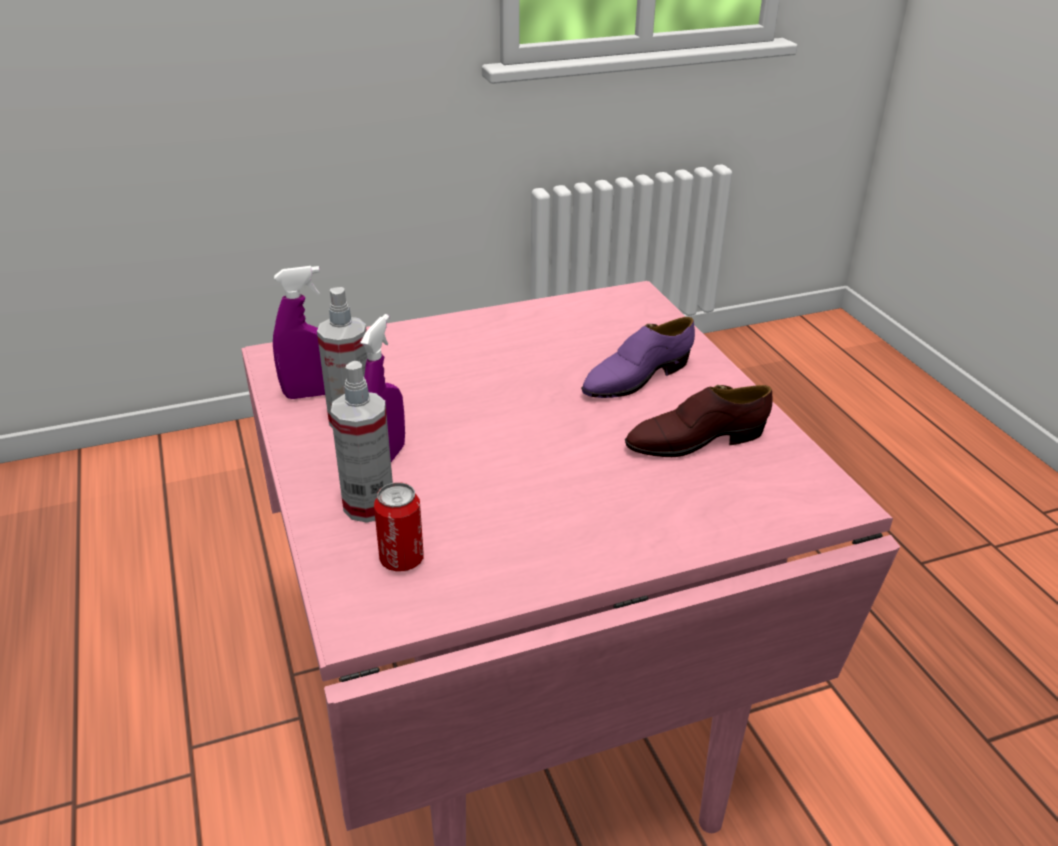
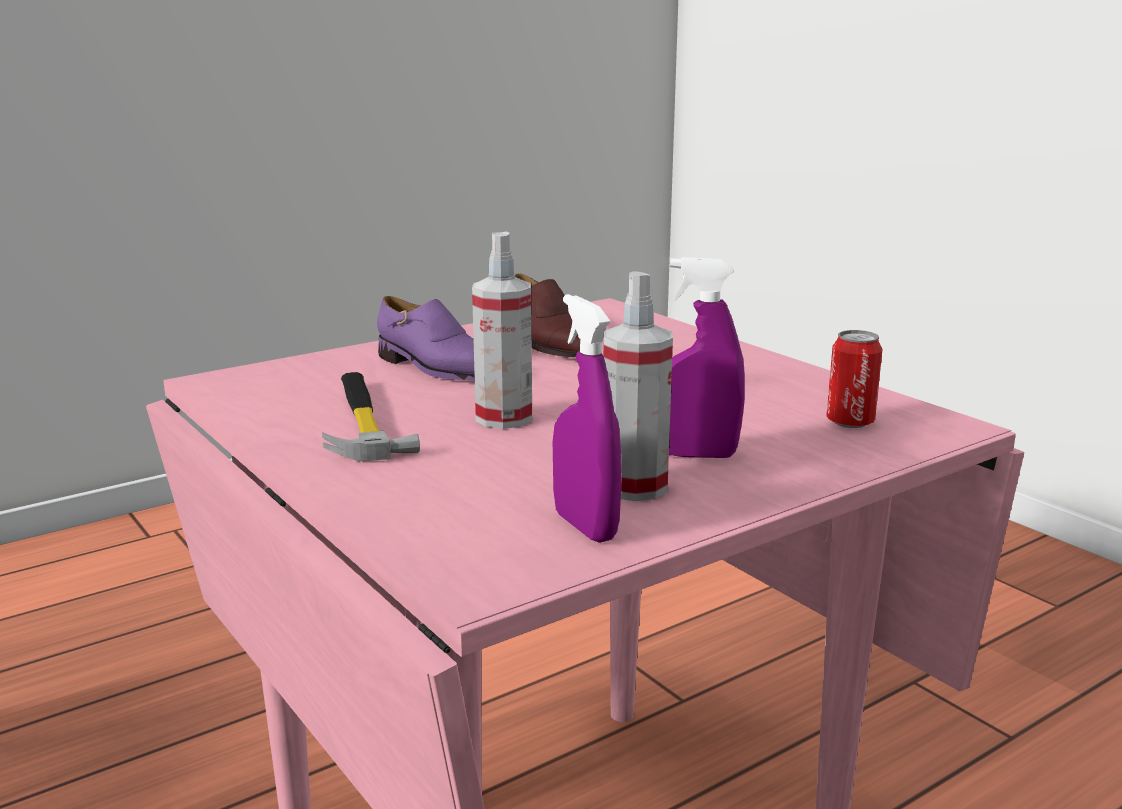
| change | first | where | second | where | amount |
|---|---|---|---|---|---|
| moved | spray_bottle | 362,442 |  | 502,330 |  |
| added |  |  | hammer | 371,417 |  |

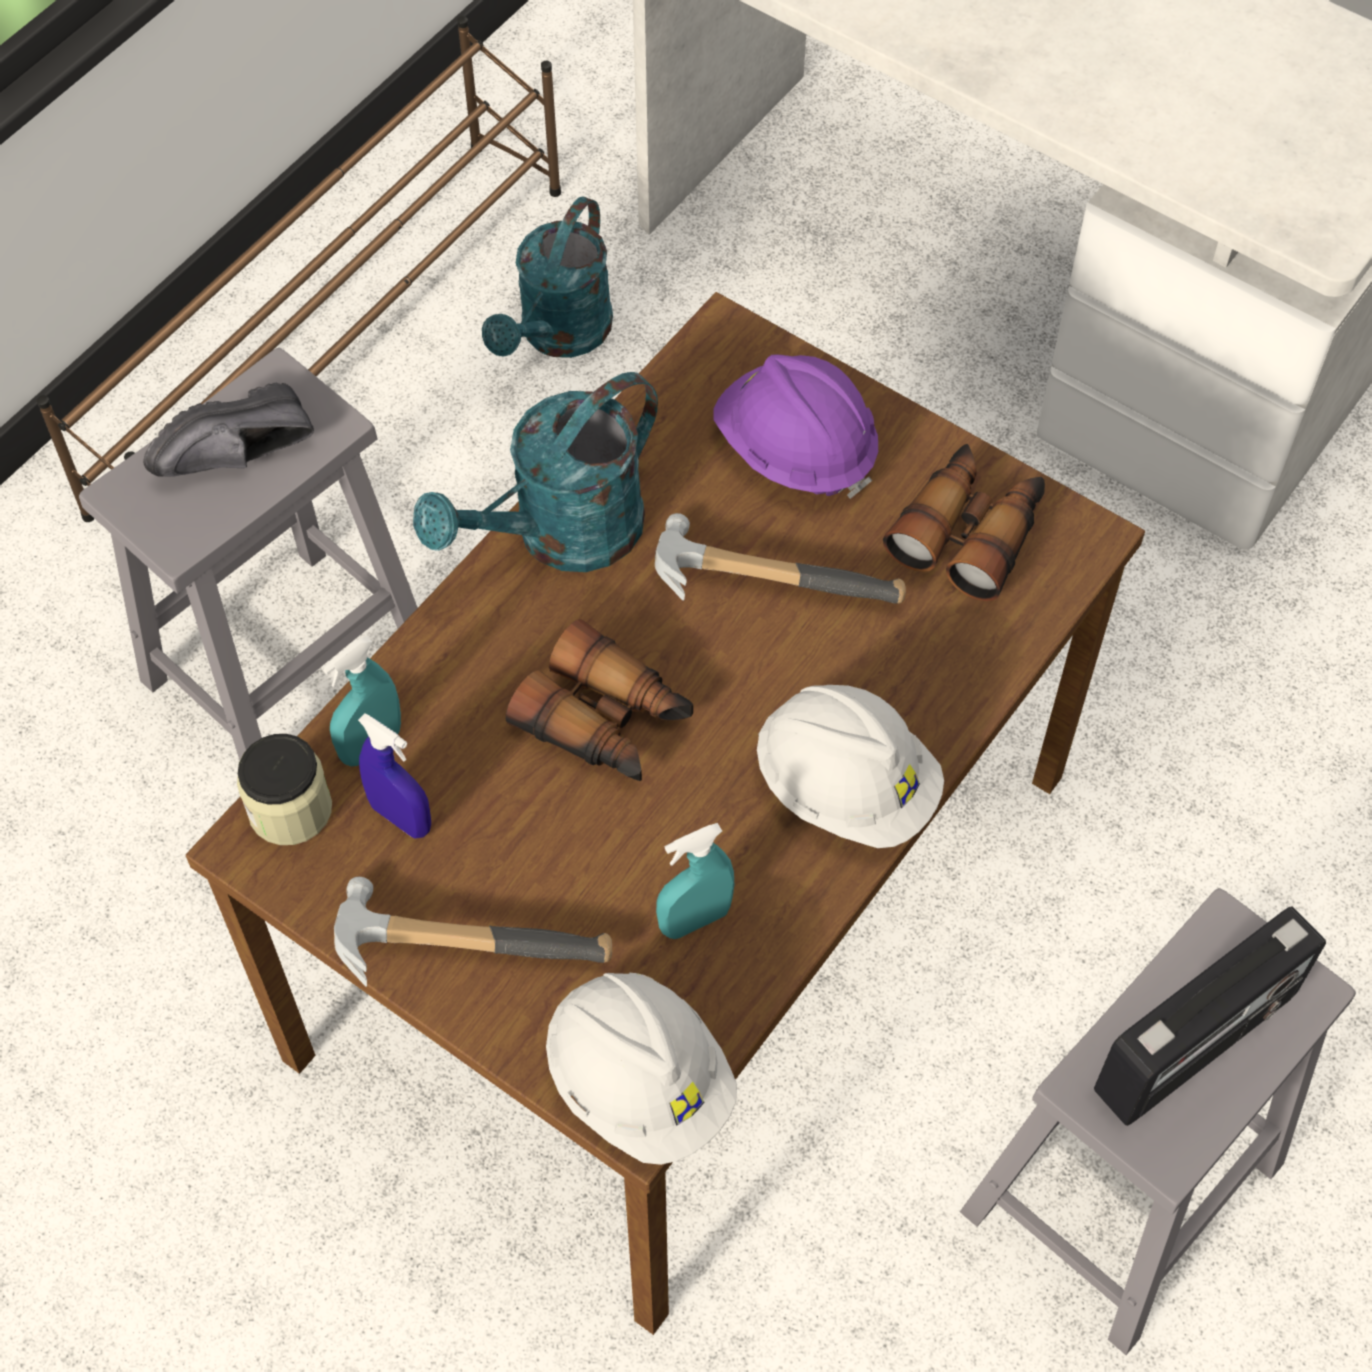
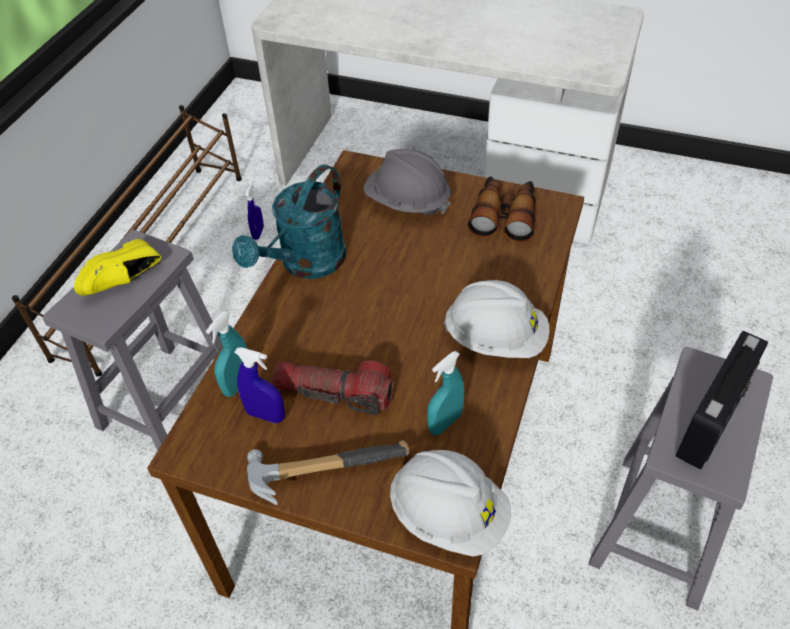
| change | first | where | second | where | amount |
|---|---|---|---|---|---|
| recoloured | black_shoe | 228,430 | yellow_shoe | 117,267 |  |
| removed | jar | 284,789 |  |  |  |
| replaced | turquoise_watering_can | 547,277 | blue_spray_bottle | 254,211 |  |
| removed | binoculars | 599,700 |  |  |  |
| removed | hammer | 780,558 |  |  |  |
| recoloured | purple_hard_hat | 795,427 | grey_hard_hat | 407,182 |  |
| added |  |  | flashlight | 332,388 |  |

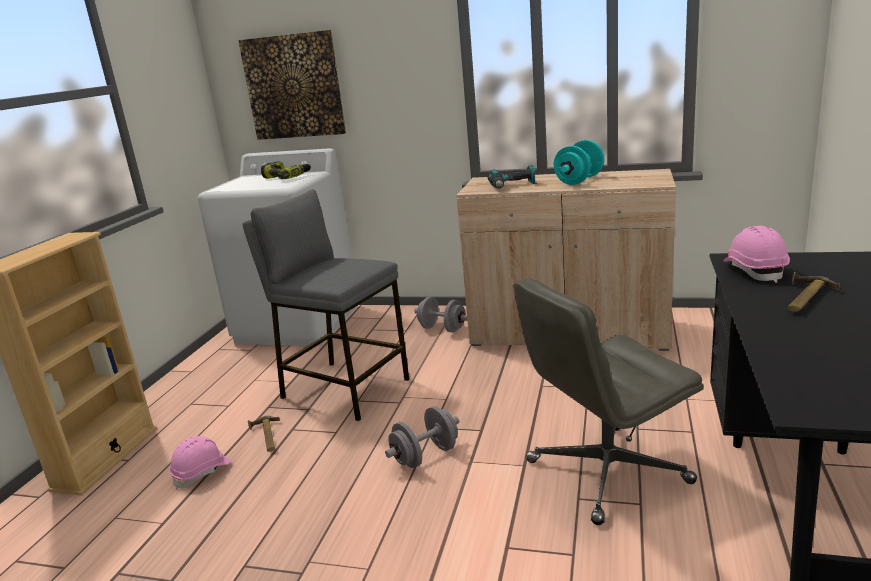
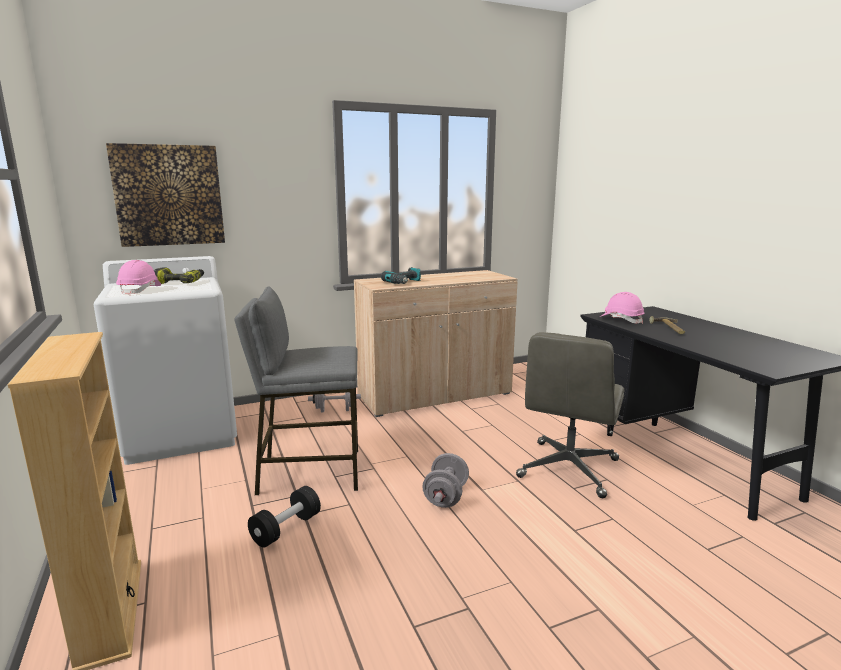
| change | first | where | second | where | amount |
|---|---|---|---|---|---|
| moved | pink_hard_hat | 201,462 |  | 138,277 |  |
| replaced | hammer | 264,434 | black_dumbbell | 284,517 |  |
| removed | turquoise_dumbbell | 579,162 |  |  |  |

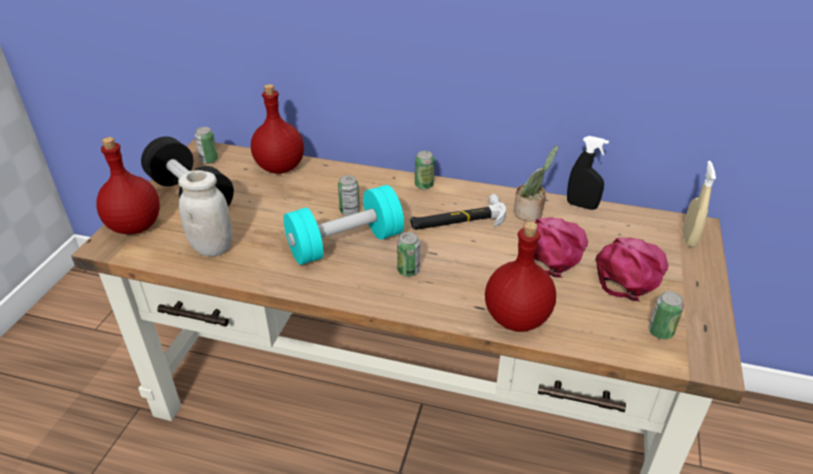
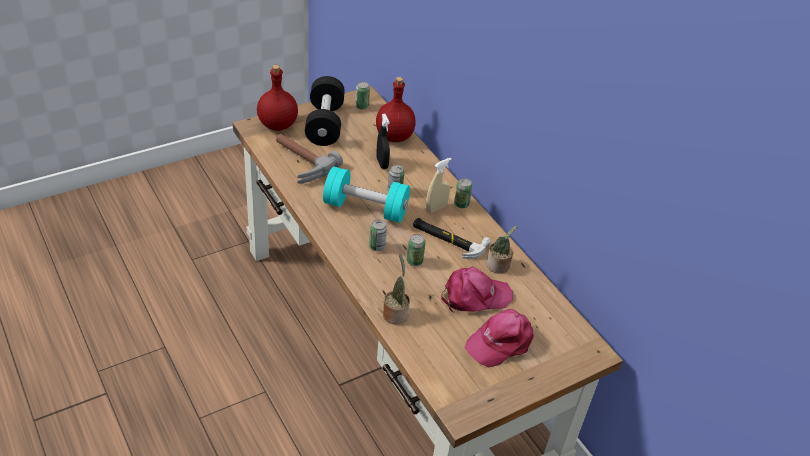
| change | first | where | second | where | amount |
|---|---|---|---|---|---|
| replaced | white_jar | 205,213 | hammer | 309,159 |  |
| replaced | red_bottle | 520,277 | potted_plant | 396,289 |  |
| moved | black_spray_bottle | 588,173 |  | 383,141 |  |
| turned | pink_cap | 632,269 |  | 499,338 | 150 degrees clockwise |
| moved | can | 666,315 |  | 416,250 |  |
| moved | beige_spray_bottle | 699,204 |  | 439,185 |  |

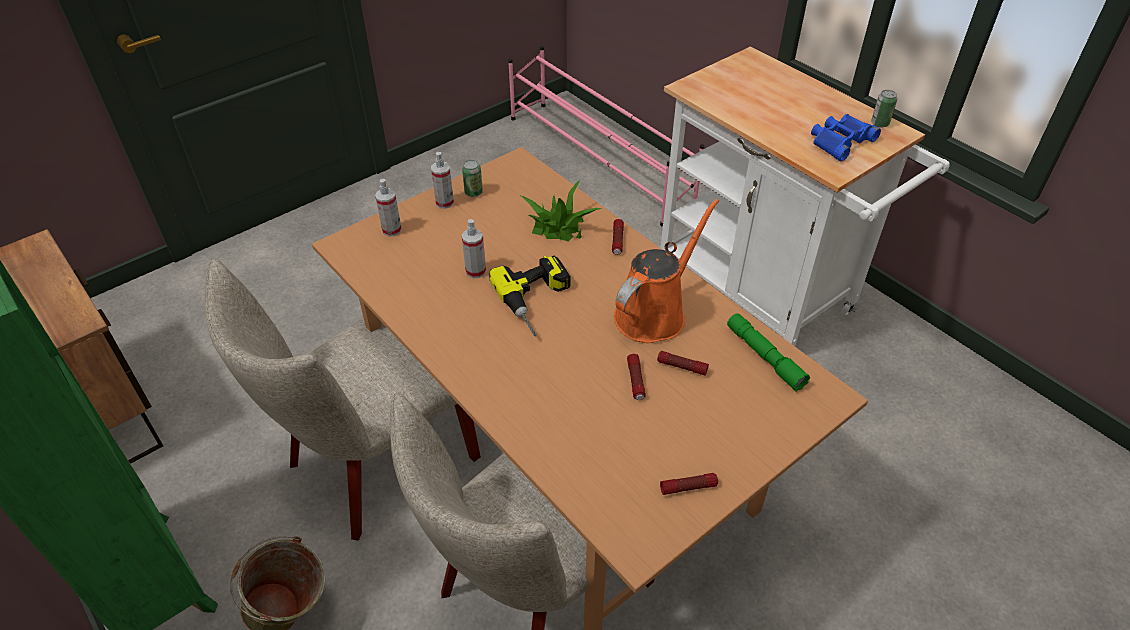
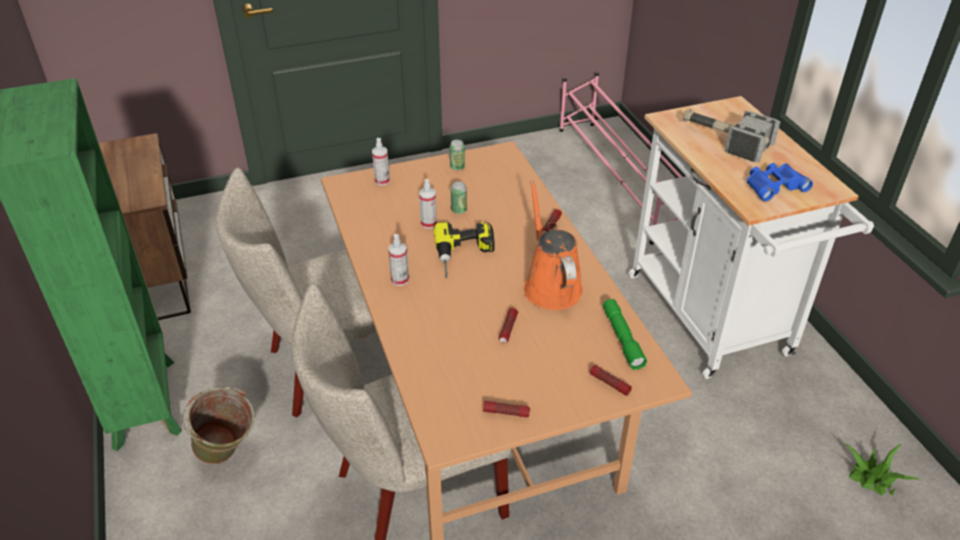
| change | first | where | second | where | amount |
|---|---|---|---|---|---|
| moved | spray_bottle | 442,180 |  | 398,260 |  |
| moved | potted_plant | 561,211 |  | 883,469 |  |
| turned | orange_watering_can | 666,270 |  | 553,245 | 75 degrees counterclockwise |
| moved | flashlight | 683,363 |  | 611,380 |  |
| moved | can | 884,109 |  | 459,198 |  |
| added |  |  | hammer | 731,135 |  |

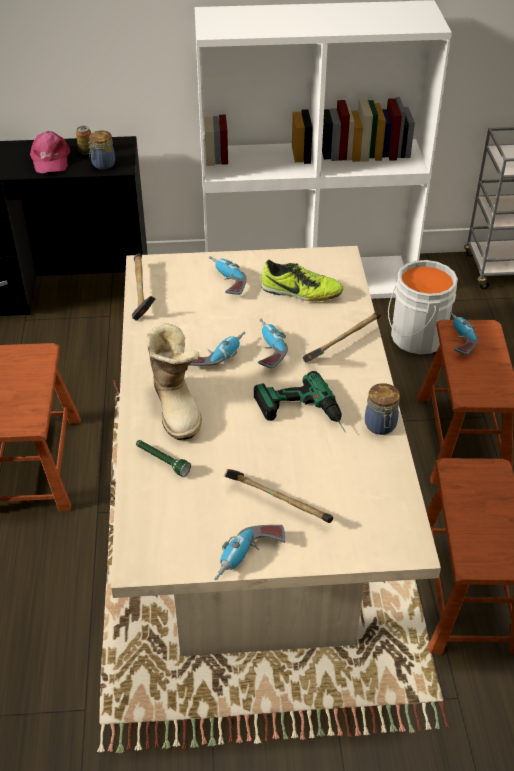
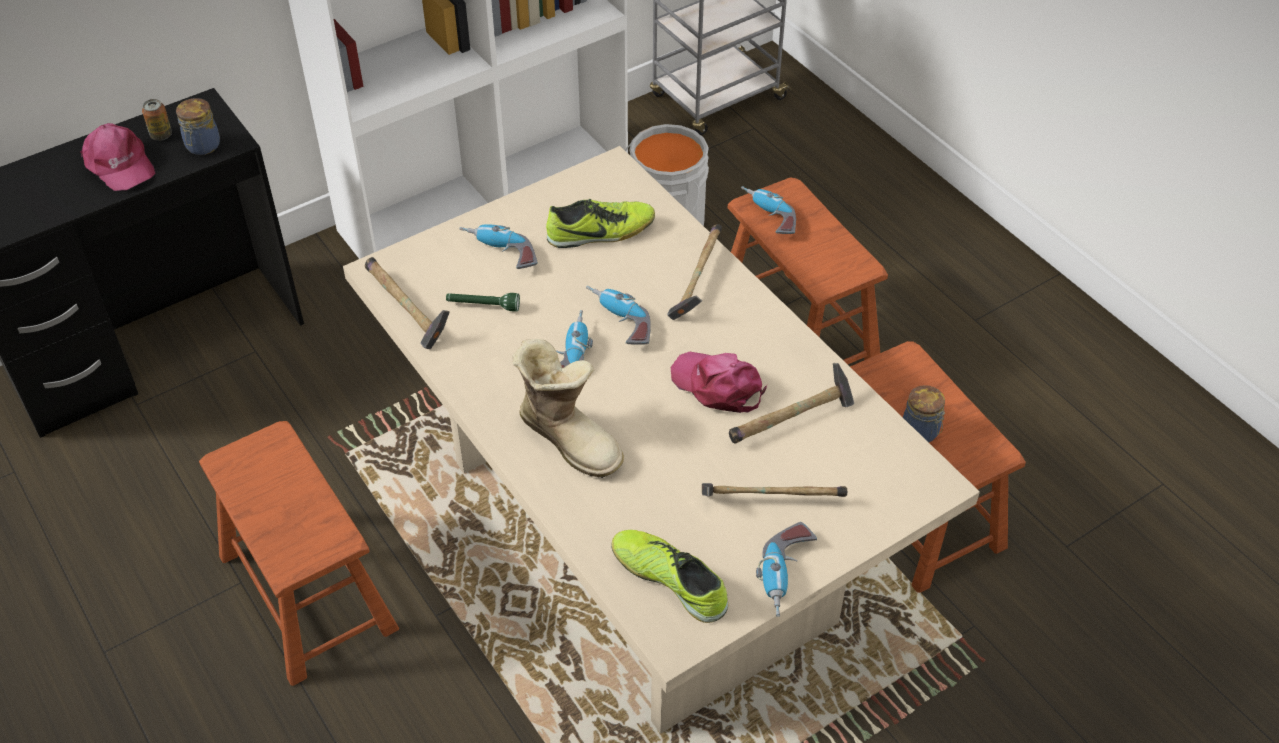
| change | first | where | second | where | amount |
|---|---|---|---|---|---|
| moved | green_flashlight | 163,458 |  | 483,302 |  |
| replaced | power_drill | 300,401 | pink_cap | 719,382 |  |
| moved | jar | 382,409 |  | 924,413 |  |
| added |  |  | shoe | 670,576 |  |
| added |  |  | hammer | 791,403 |  |

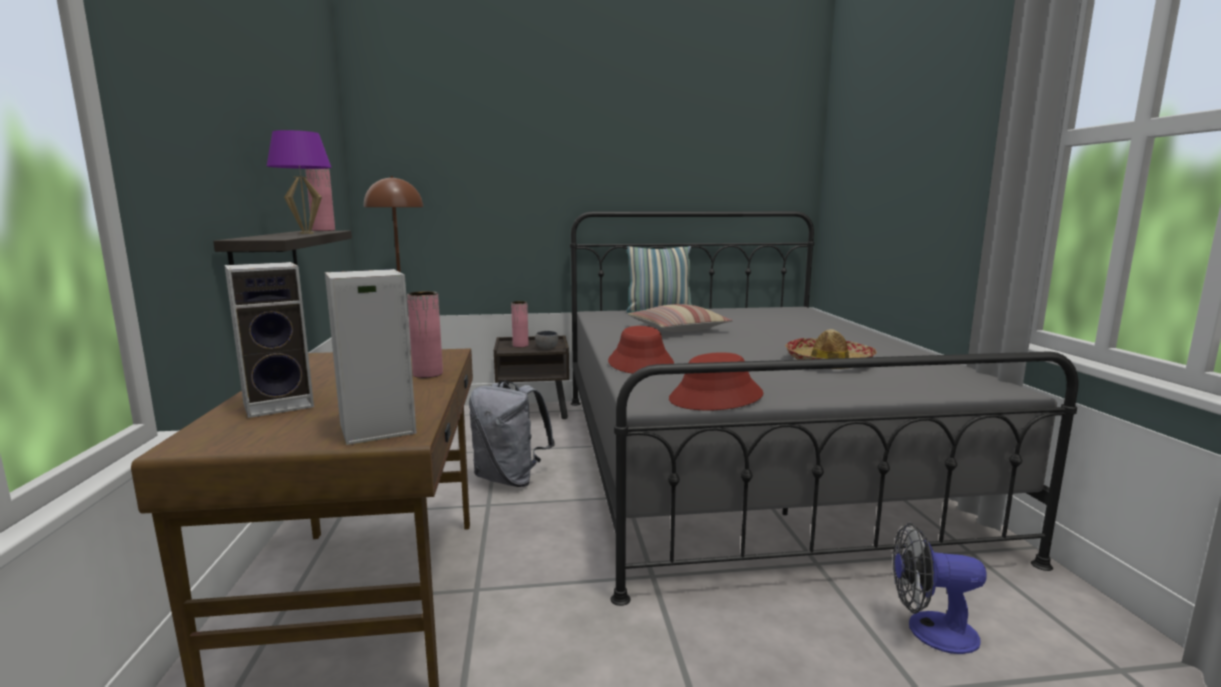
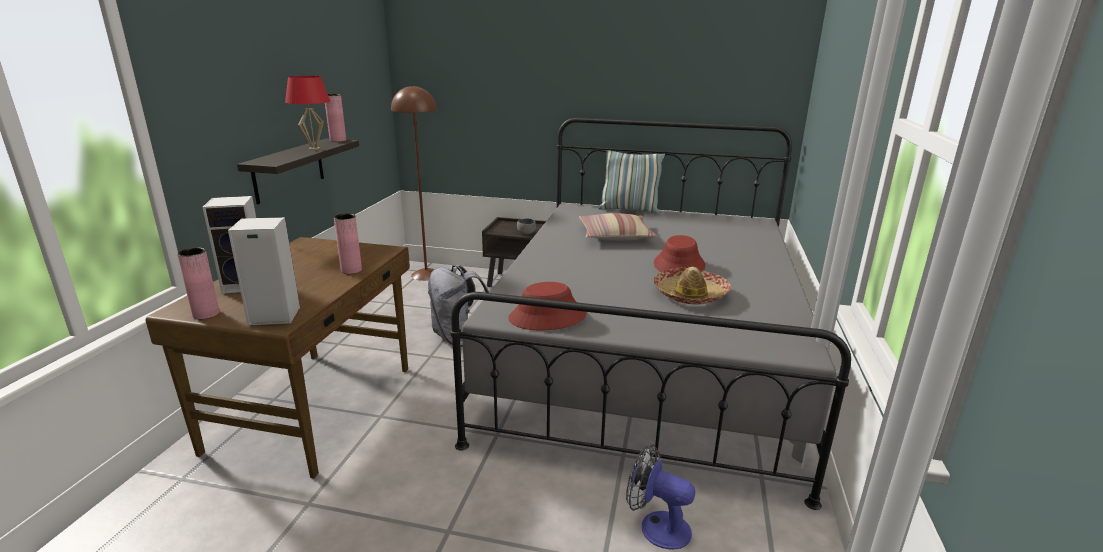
| change | first | where | second | where | amount |
|---|---|---|---|---|---|
| recoloured | purple_table_lamp | 299,182 | red_table_lamp | 307,113 |  |
| moved | pink_vase | 520,324 |  | 198,283 |  |
| moved | red_hat | 641,350 |  | 679,253 |  |

